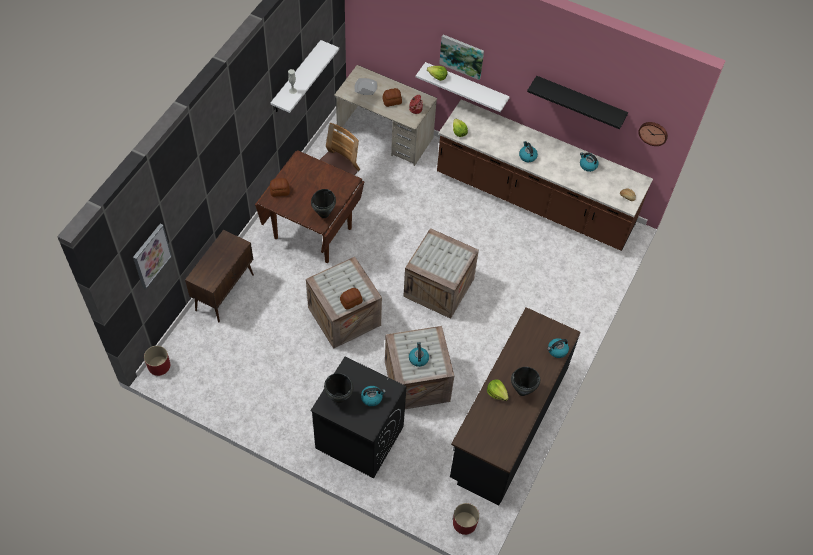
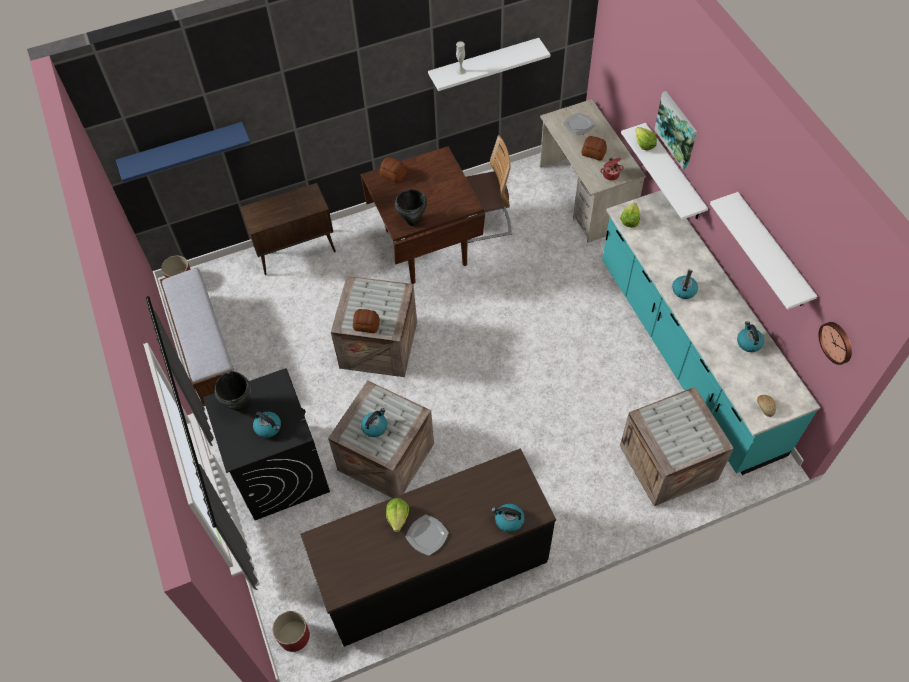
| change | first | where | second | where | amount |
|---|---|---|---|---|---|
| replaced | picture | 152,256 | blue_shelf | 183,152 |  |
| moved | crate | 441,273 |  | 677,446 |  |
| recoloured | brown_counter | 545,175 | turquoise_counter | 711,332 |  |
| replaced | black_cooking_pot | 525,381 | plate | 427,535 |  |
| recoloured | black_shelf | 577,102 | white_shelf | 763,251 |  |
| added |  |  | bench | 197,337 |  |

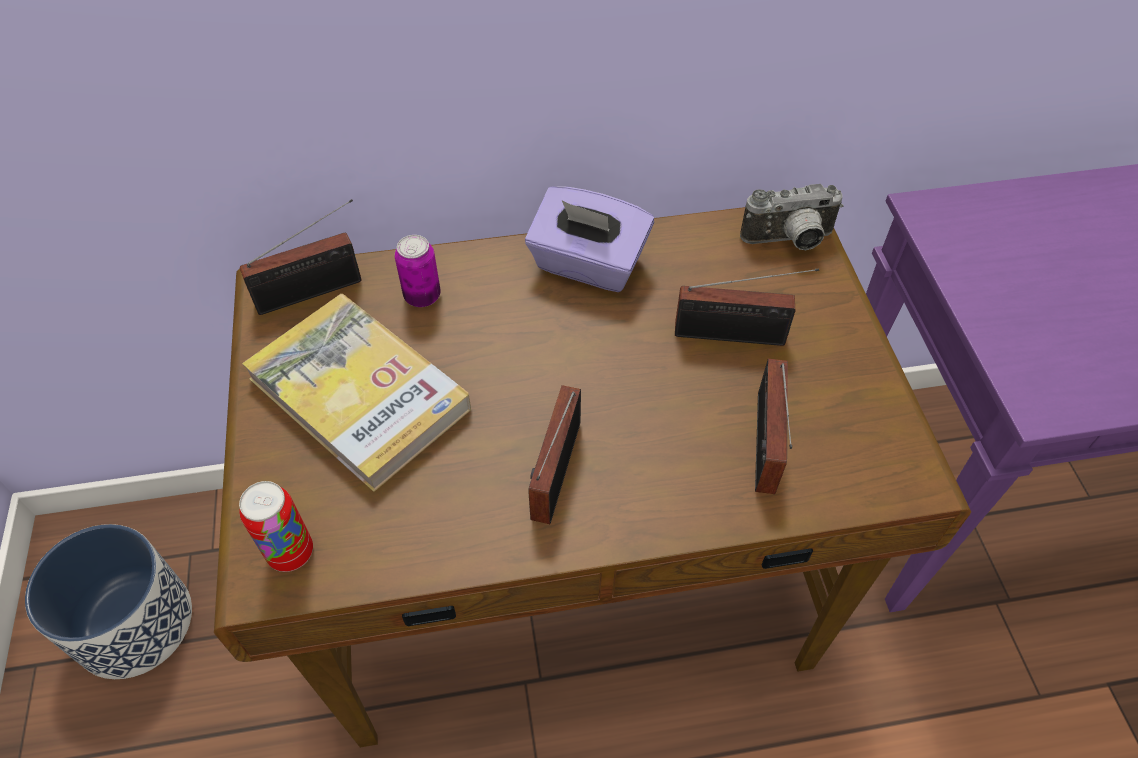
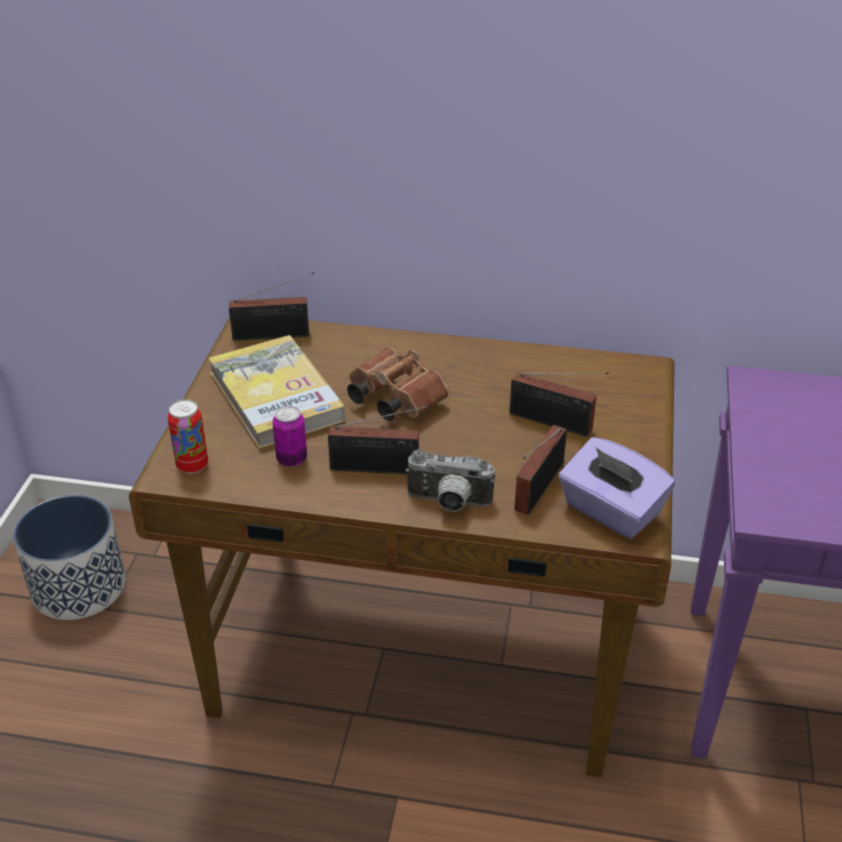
| change | first | where | second | where | amount |
|---|---|---|---|---|---|
| moved | can | 418,271 |  | 289,436 |  |
| moved | purple_tissue_box | 589,239 |  | 616,488 |  |
| turned | radio | 554,454 |  | 379,440 | 120 degrees counterclockwise |
| moved | photo_camera | 791,217 |  | 450,480 |  |
| added |  |  | brown_binoculars | 398,384 |  |

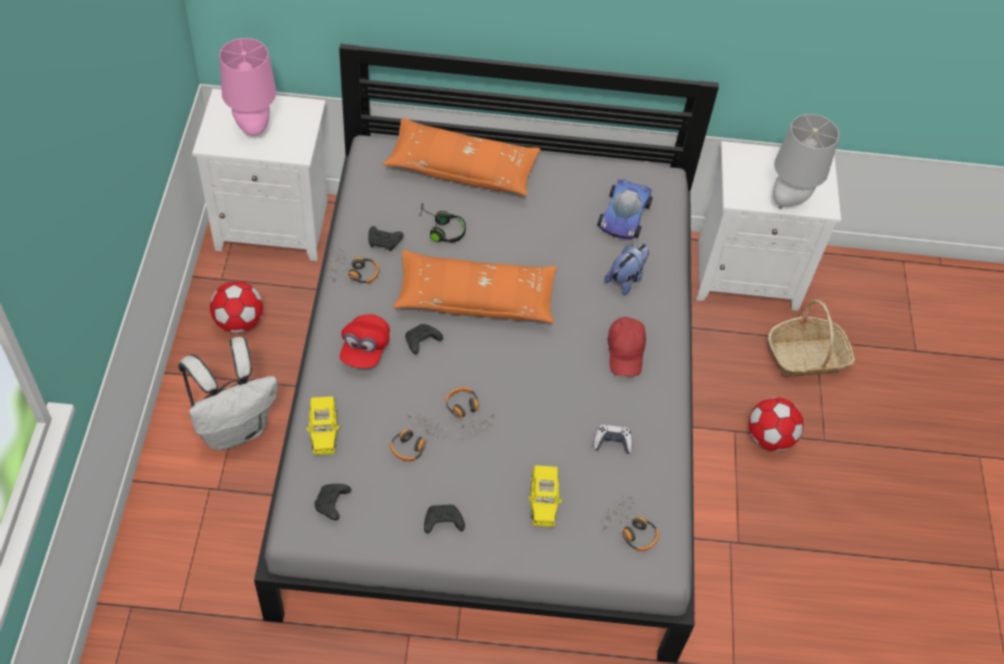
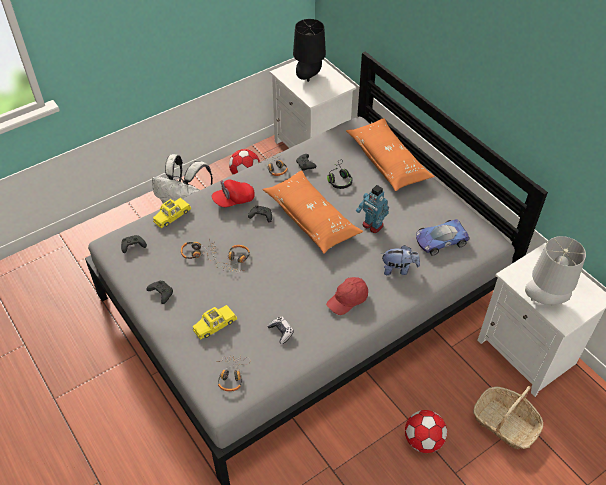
| change | first | where | second | where | amount |
|---|---|---|---|---|---|
| recoloured | pink_table_lamp | 248,87 | black_table_lamp | 309,50 |  |
| added |  |  | toy_robot | 372,209 |  |

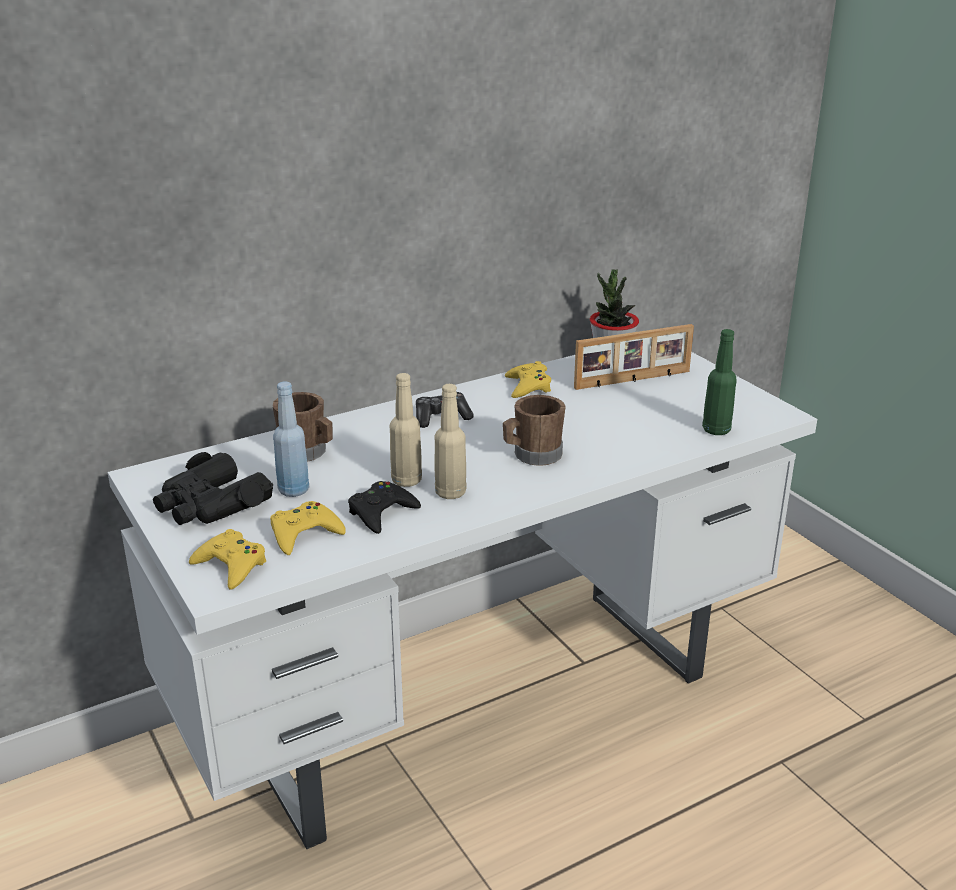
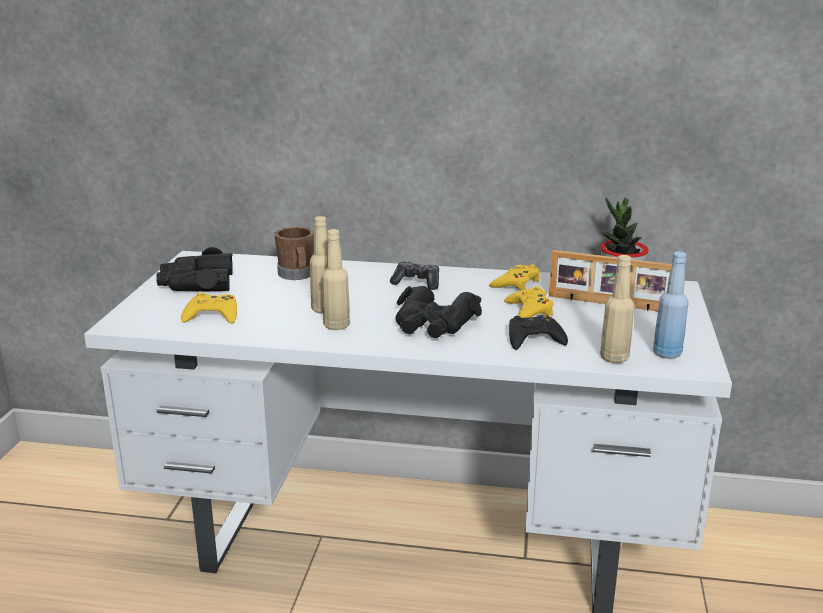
| change | first | where | second | where | amount |
|---|---|---|---|---|---|
| moved | yellow_game_controller | 227,559 |  | 529,302 |  |
| moved | blue_bottle | 291,439 |  | 671,305 |  |
| moved | black_game_controller | 384,507 |  | 538,332 |  |
| replaced | brown_mug | 534,430 | black_binoculars | 439,312 |  |
| recoloured | green_bottle | 719,382 | beige_bottle | 617,309 |  |

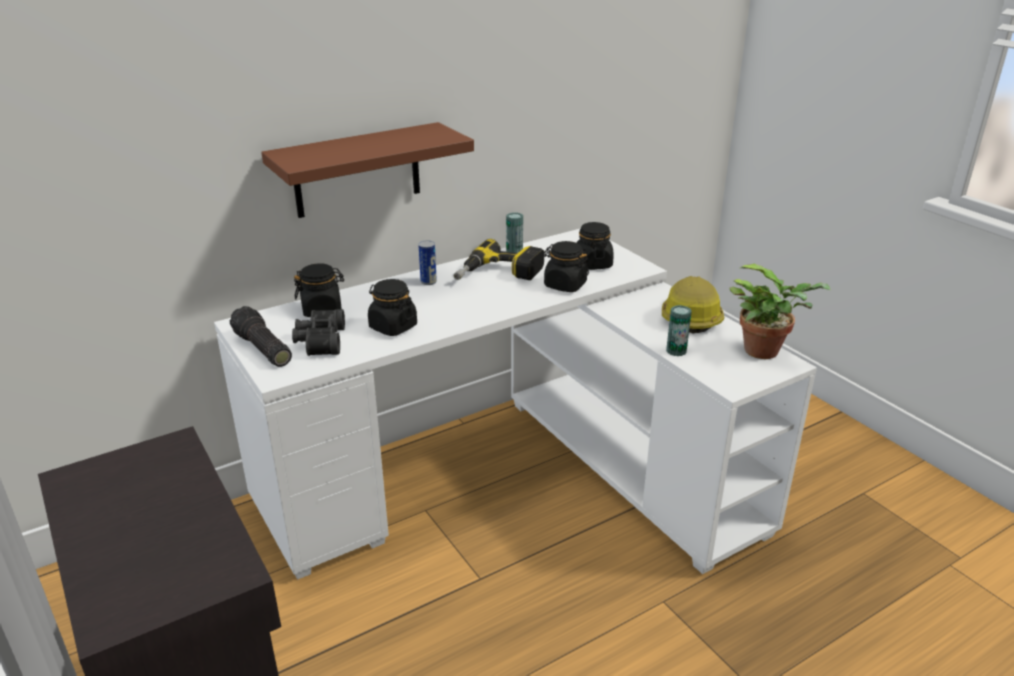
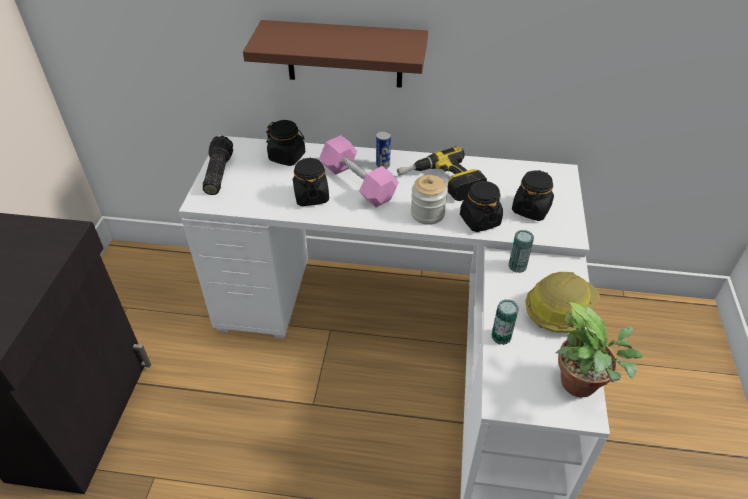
| change | first | where | second | where | amount |
|---|---|---|---|---|---|
| removed | black_binoculars | 318,332 |  |  |  |
| moved | can | 514,232 |  | 521,251 |  |
| added |  |  | pink_dumbbell | 359,171 |  |
| added |  |  | jar | 429,200 |  |

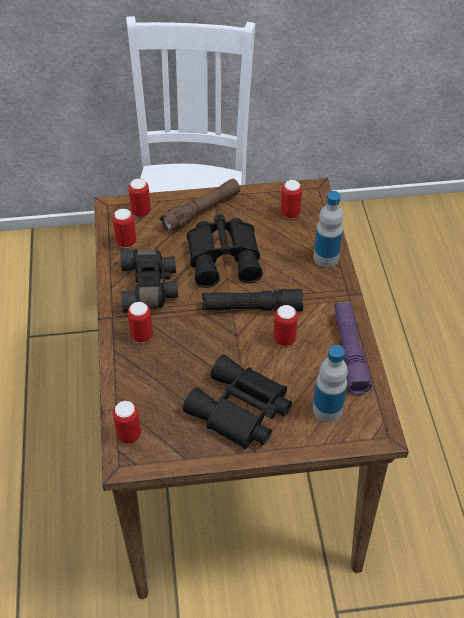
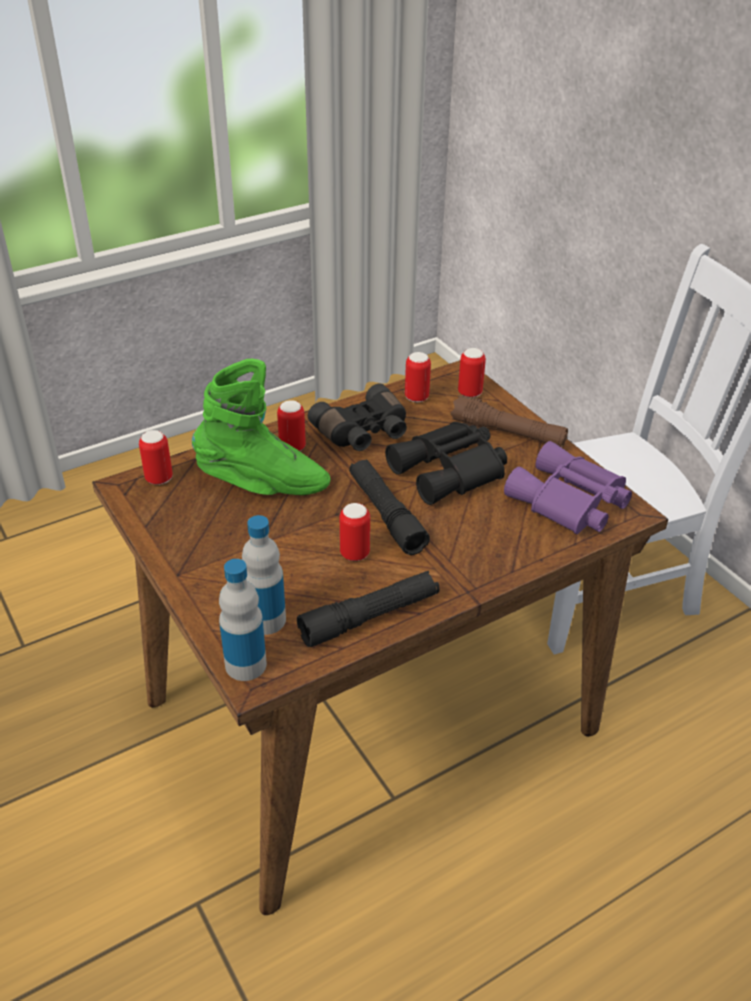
| change | first | where | second | where | amount |
|---|---|---|---|---|---|
| removed | black_binoculars | 237,401 |  |  |  |
| replaced | can | 291,199 | purple_binoculars | 568,487 |  |
| moved | bottle | 328,229 |  | 243,620 |  |
| recoloured | purple_flashlight | 353,348 | black_flashlight | 368,609 |  |
| added |  |  | green_boot | 261,427 |  |

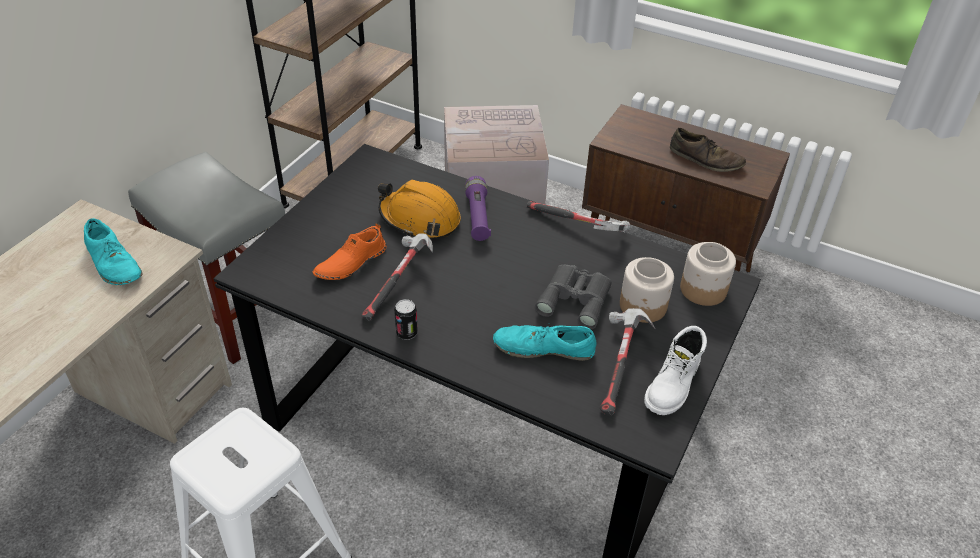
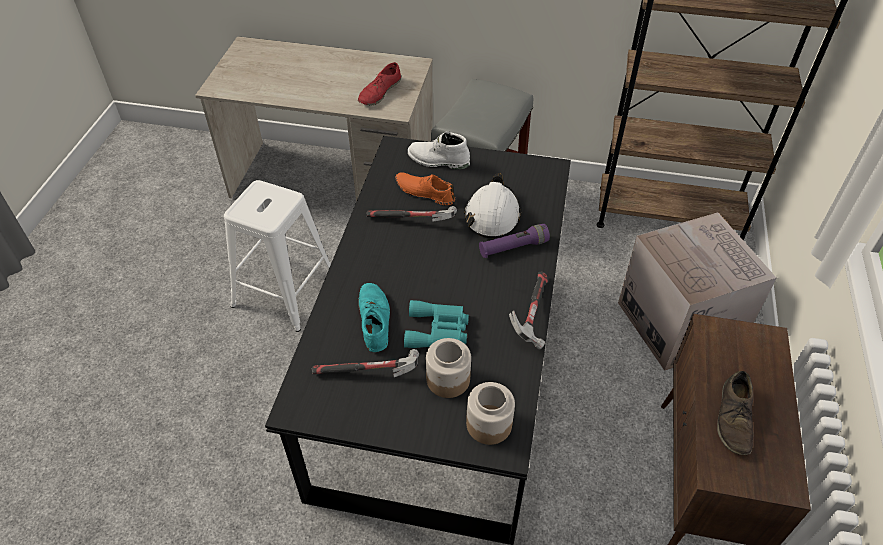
| change | first | where | second | where | amount |
|---|---|---|---|---|---|
| recoloured | turquoise_shoe | 113,251 | red_shoe | 379,83 |  |
| recoloured | orange_hard_hat | 419,208 | white_hard_hat | 492,205 |  |
| removed | can | 406,319 |  |  |  |
| recoloured | grey_binoculars | 573,297 | turquoise_binoculars | 436,324 |  |
| moved | white_boot | 675,370 |  | 439,150 |  |

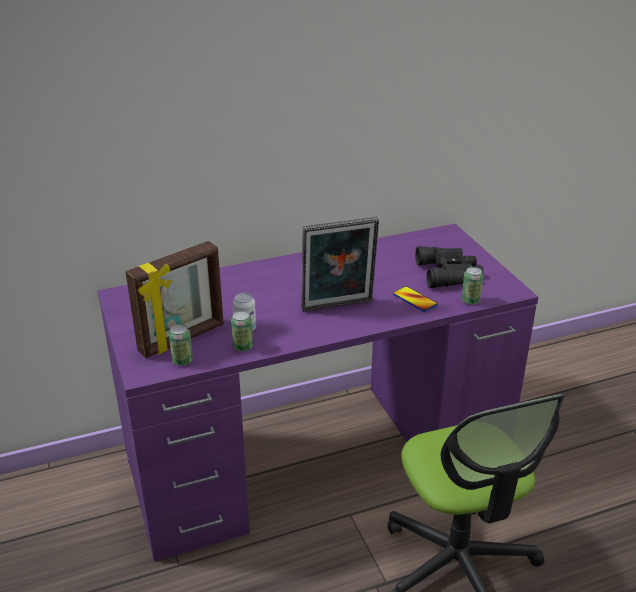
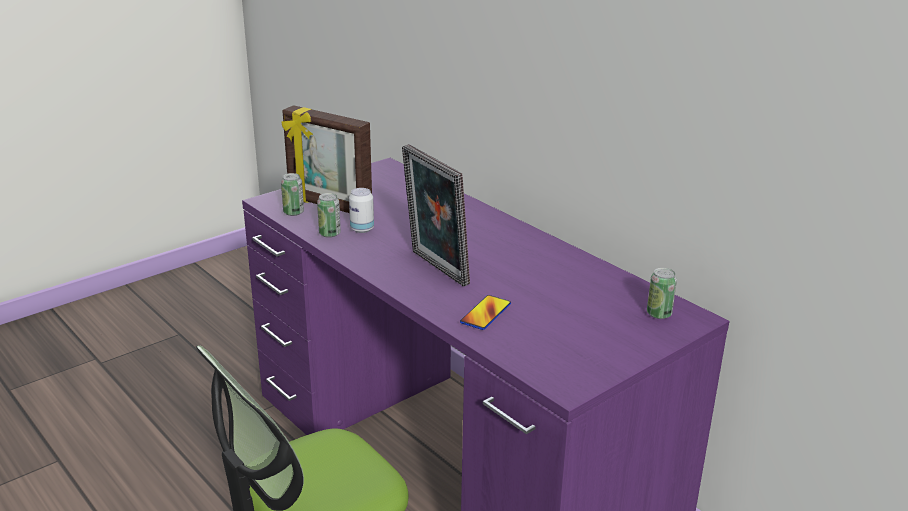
| change | first | where | second | where | amount |
|---|---|---|---|---|---|
| removed | black_binoculars | 449,267 |  |  |  |
| moved | can | 472,286 |  | 662,293 |  |

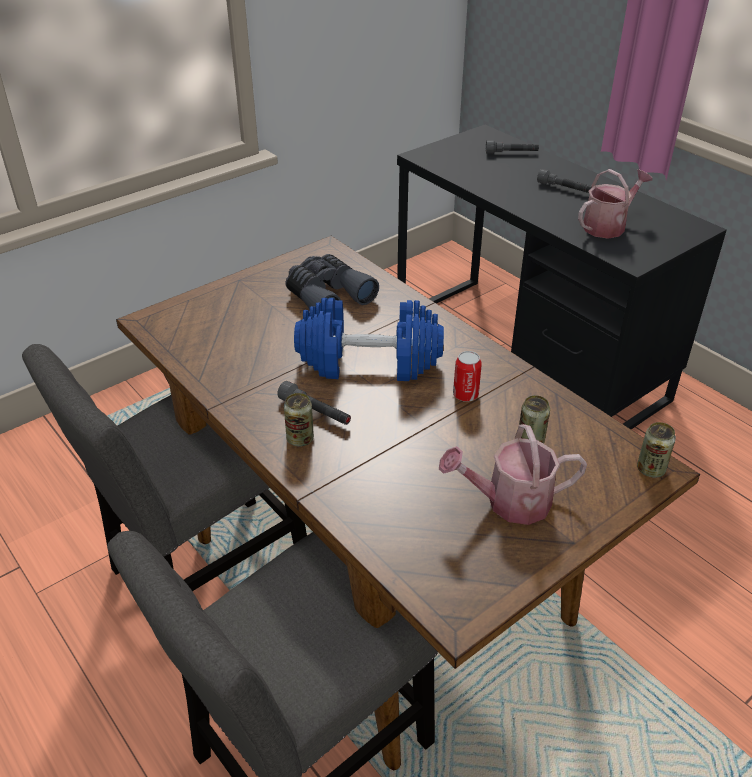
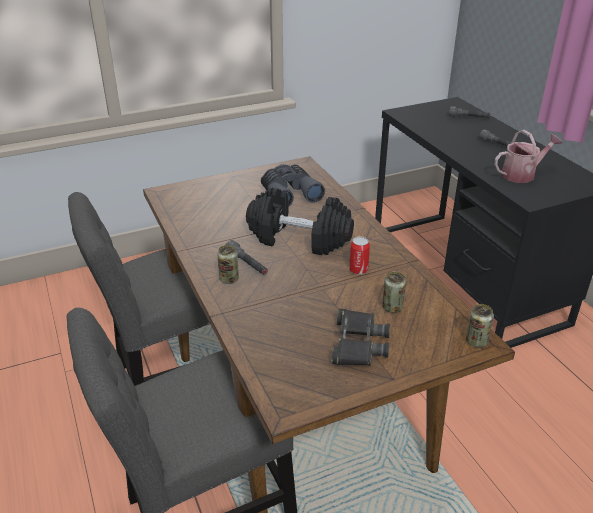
| change | first | where | second | where | amount |
|---|---|---|---|---|---|
| recoloured | blue_dumbbell | 369,339 | black_dumbbell | 300,221 |  |
| replaced | watering_can | 513,474 | black_binoculars | 360,337 |  |

